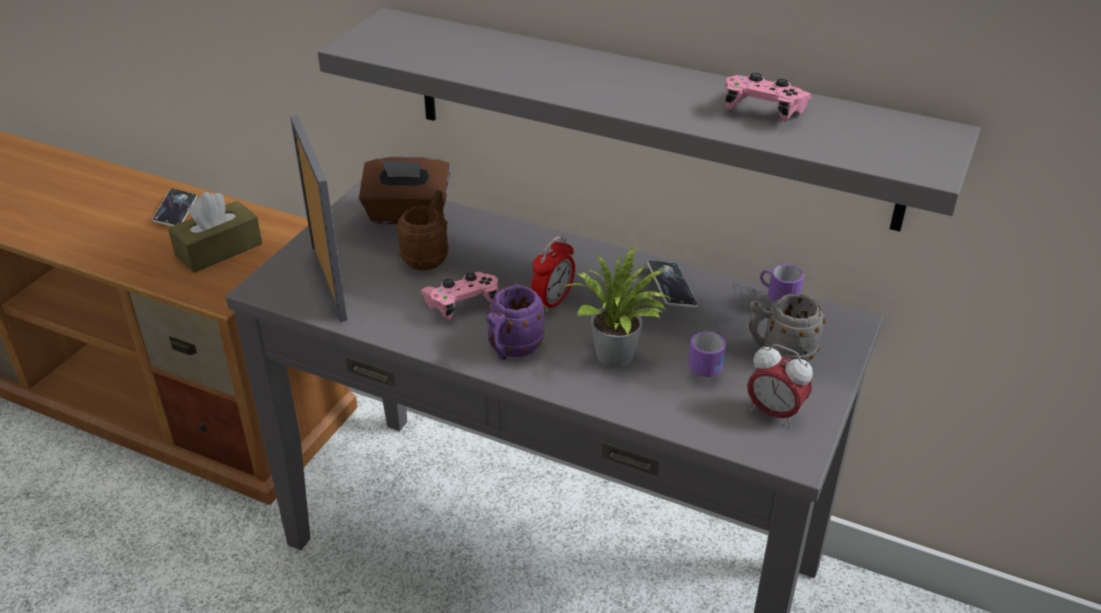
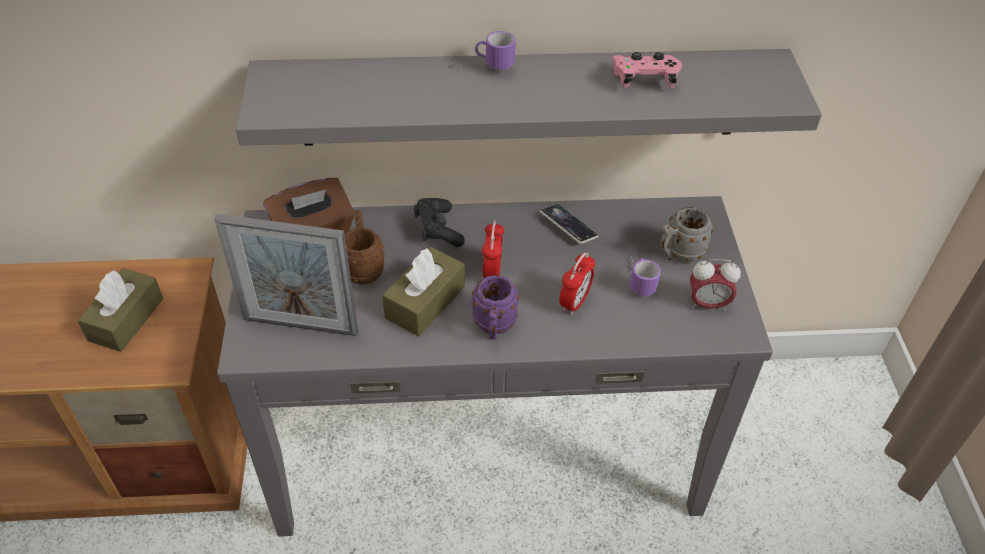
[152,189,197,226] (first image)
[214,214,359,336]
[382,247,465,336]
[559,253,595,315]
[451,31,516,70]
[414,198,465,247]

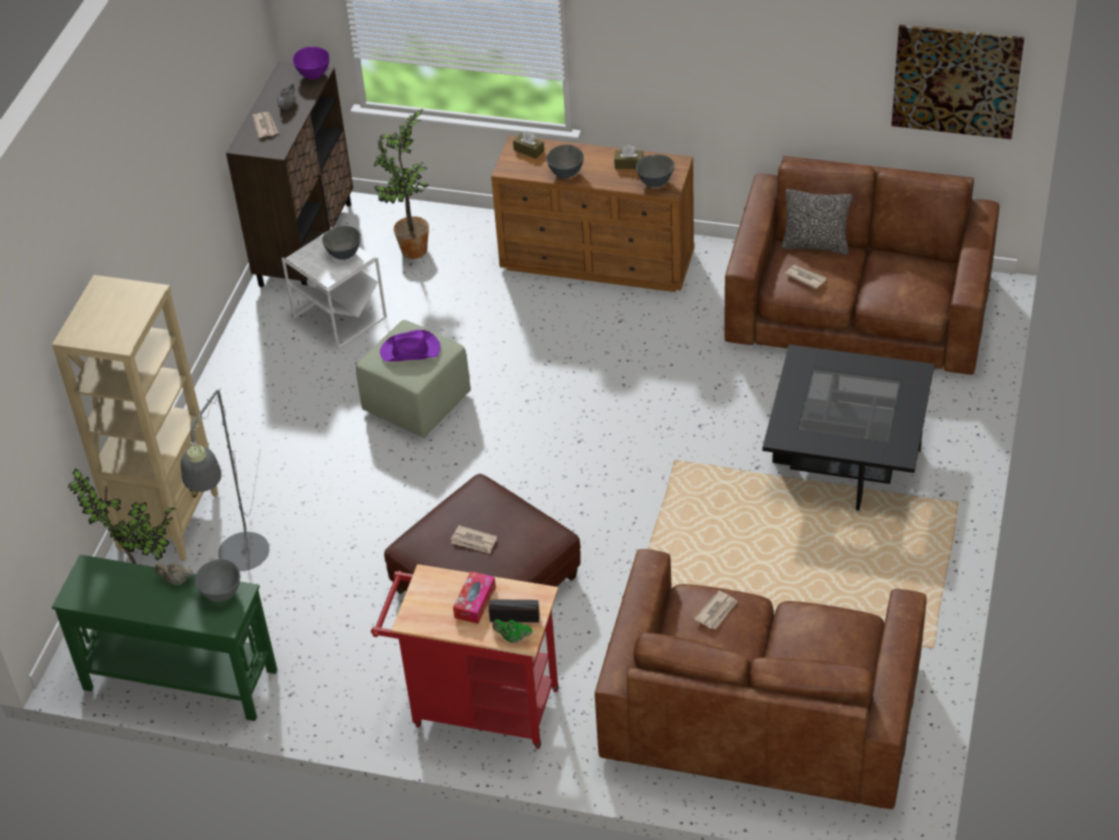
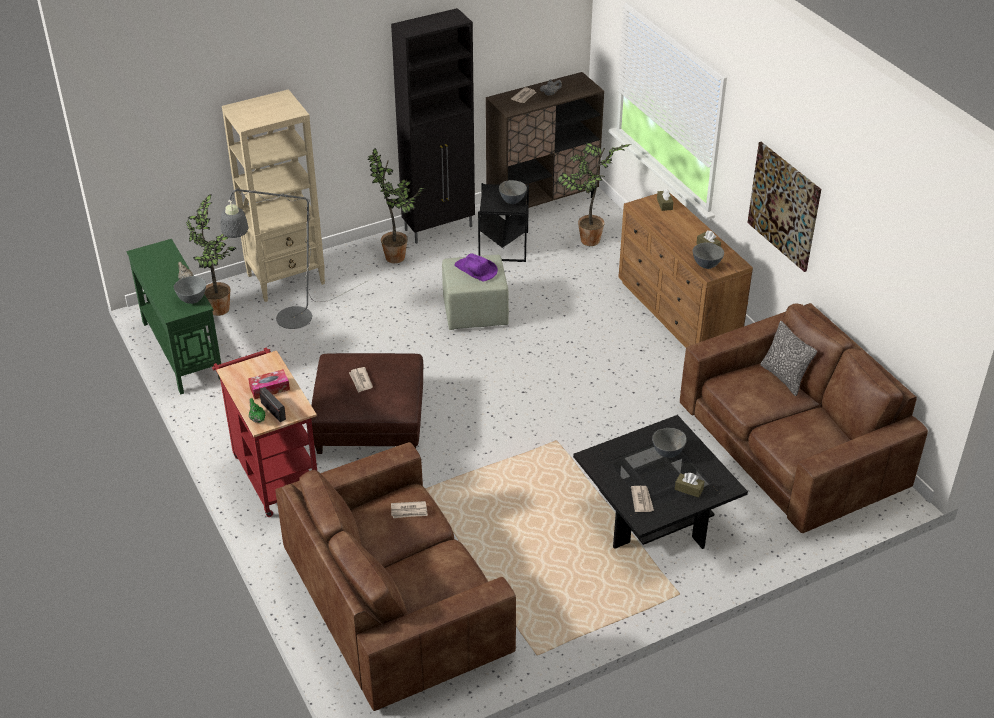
[478,183,529,262]
[293,47,329,79] (first image)
[652,428,687,458]
[631,486,654,512]
[747,142,821,272]
[367,148,425,263]
[391,8,475,244]
[675,473,705,498]

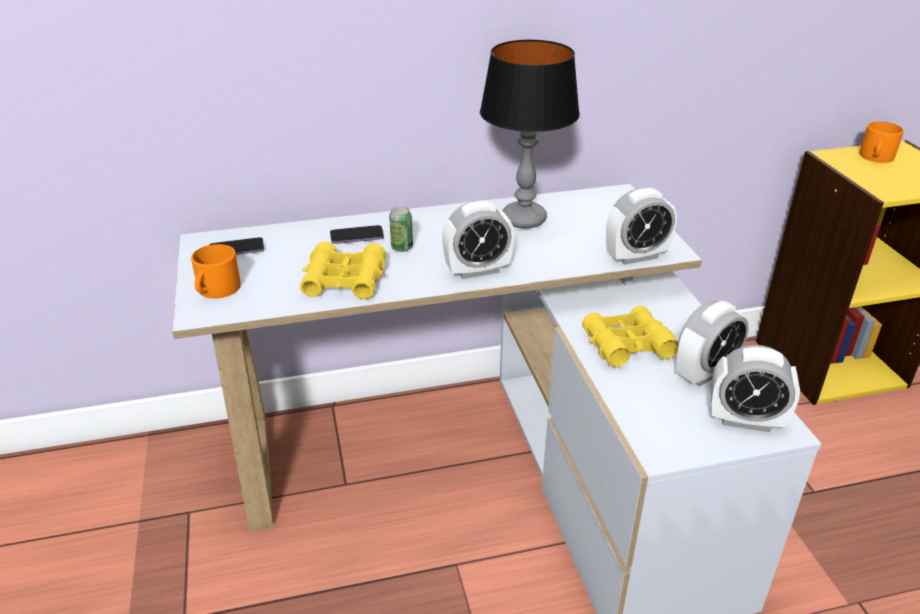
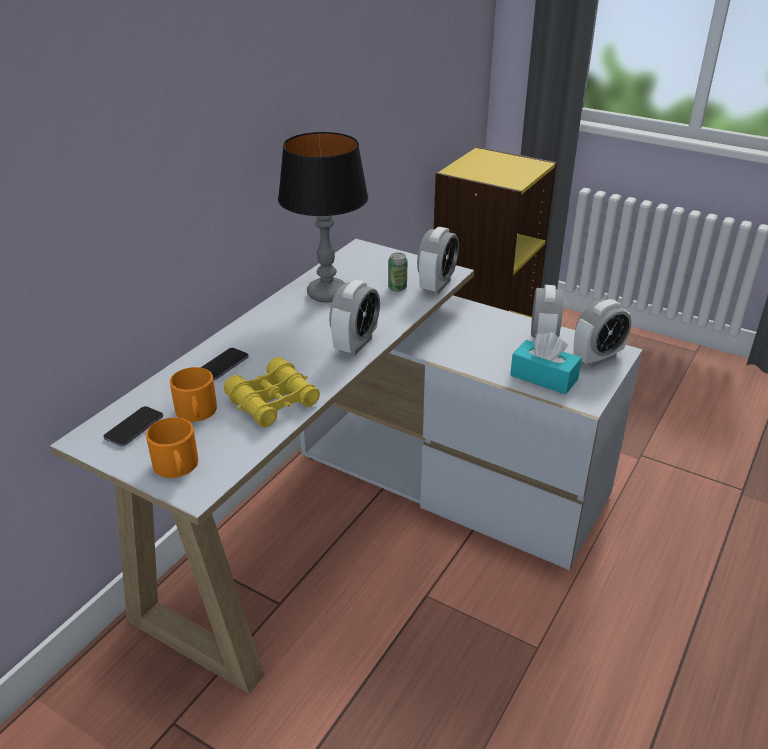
[388,253,407,292]
[582,306,678,367] (first image)
[170,367,217,422]
[510,332,582,395]

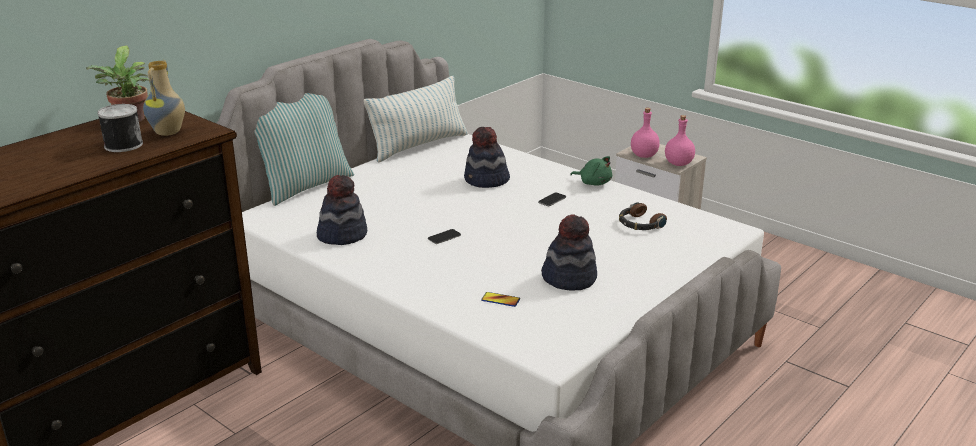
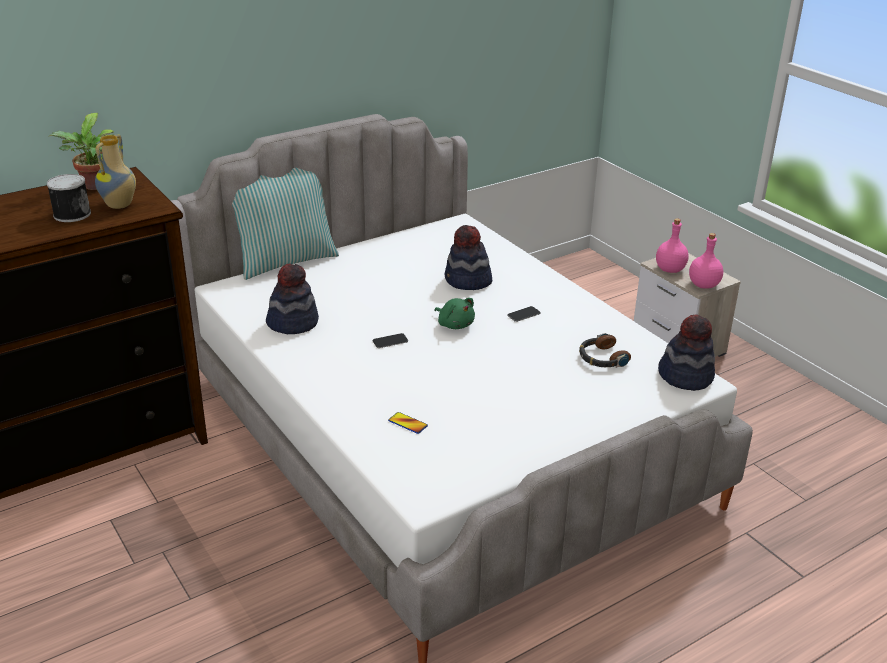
[364,76,468,163] (first image)
[658,314,715,391]
[434,298,475,329]

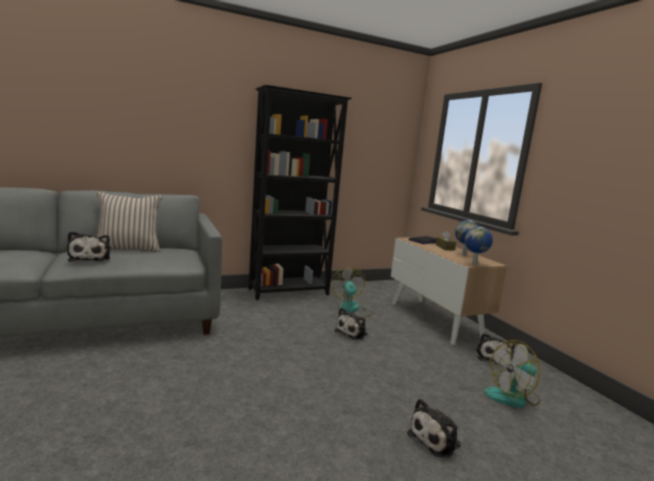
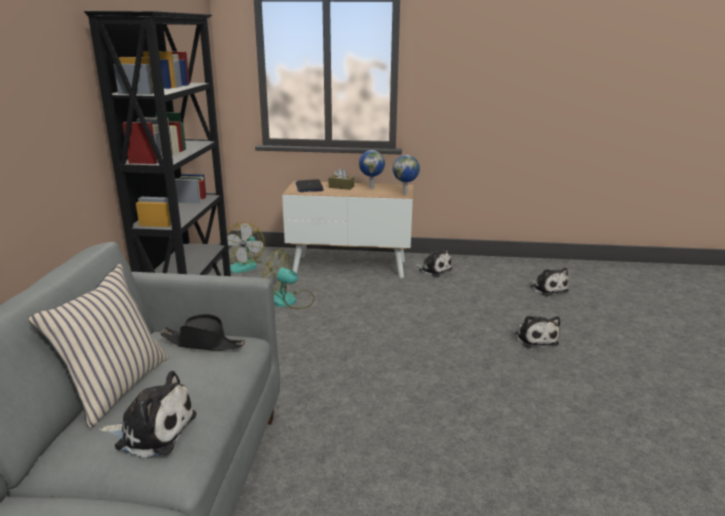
[530,268,569,296]
[227,222,265,273]
[160,314,245,351]

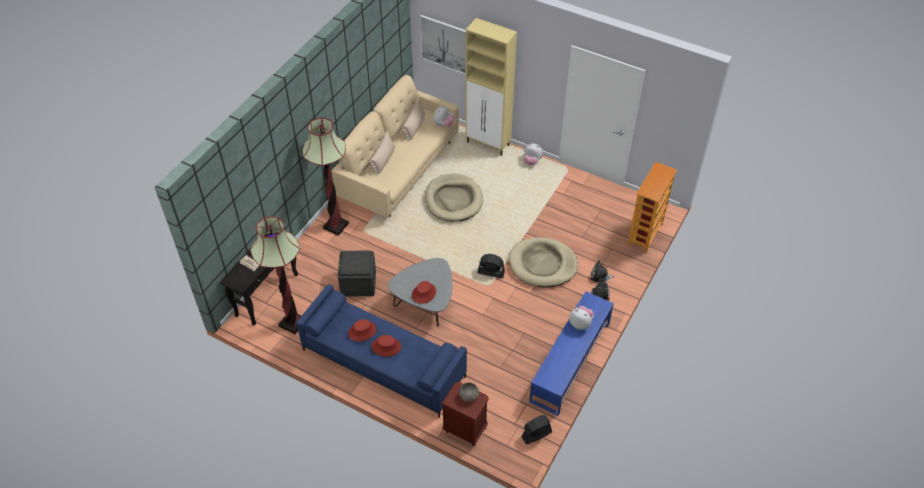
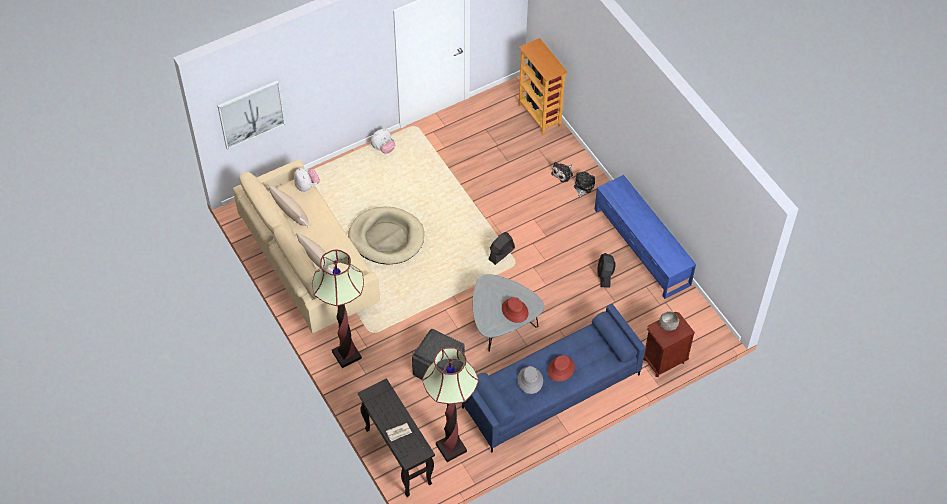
[517,366,543,394]
[465,18,517,156] (first image)
[509,237,578,287] (first image)
[597,253,615,288]
[569,306,594,330] (first image)

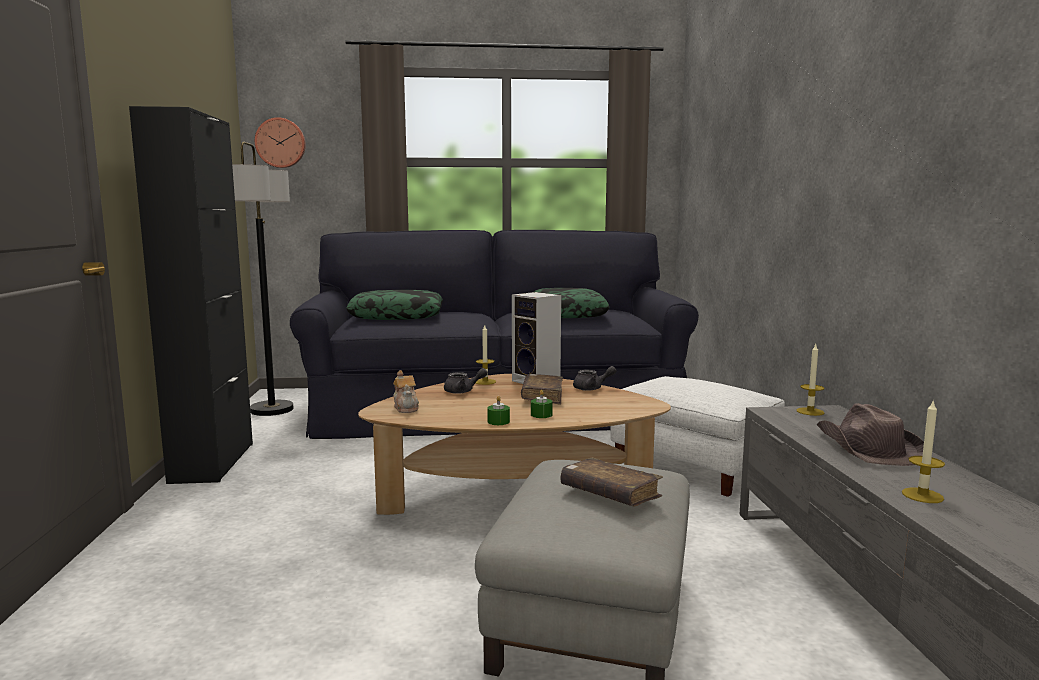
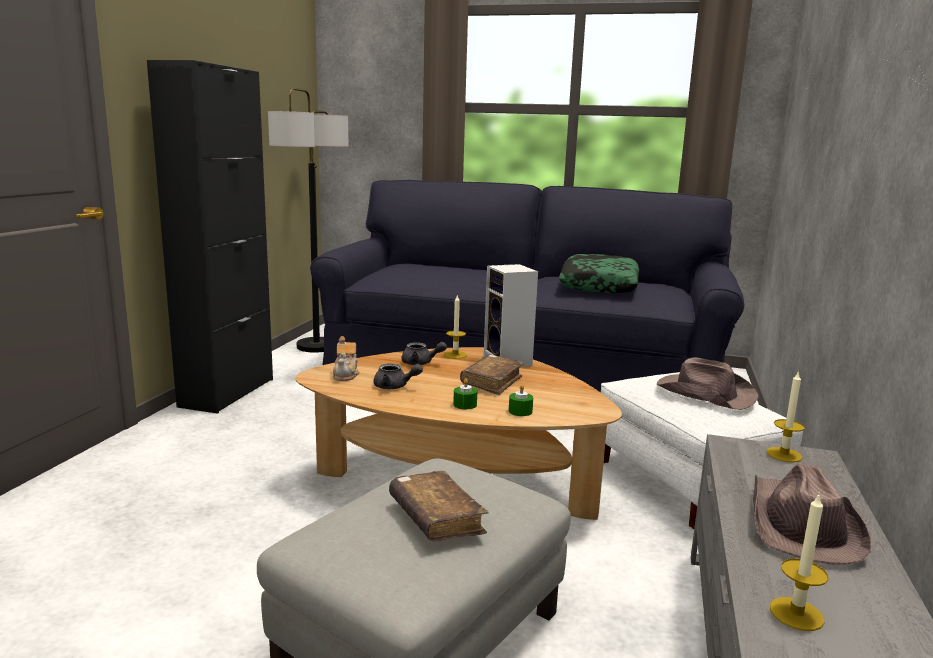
[255,117,306,168] (first image)
[346,290,443,320] (first image)
[509,384,533,416]
[373,363,423,389]
[657,357,758,410]

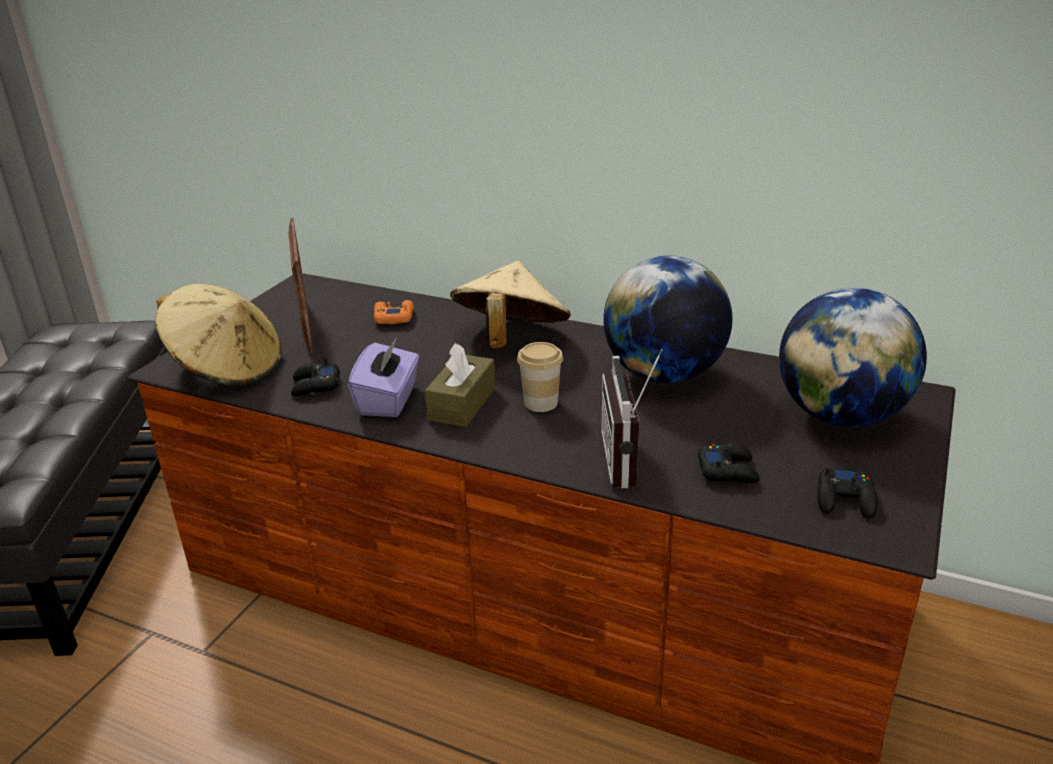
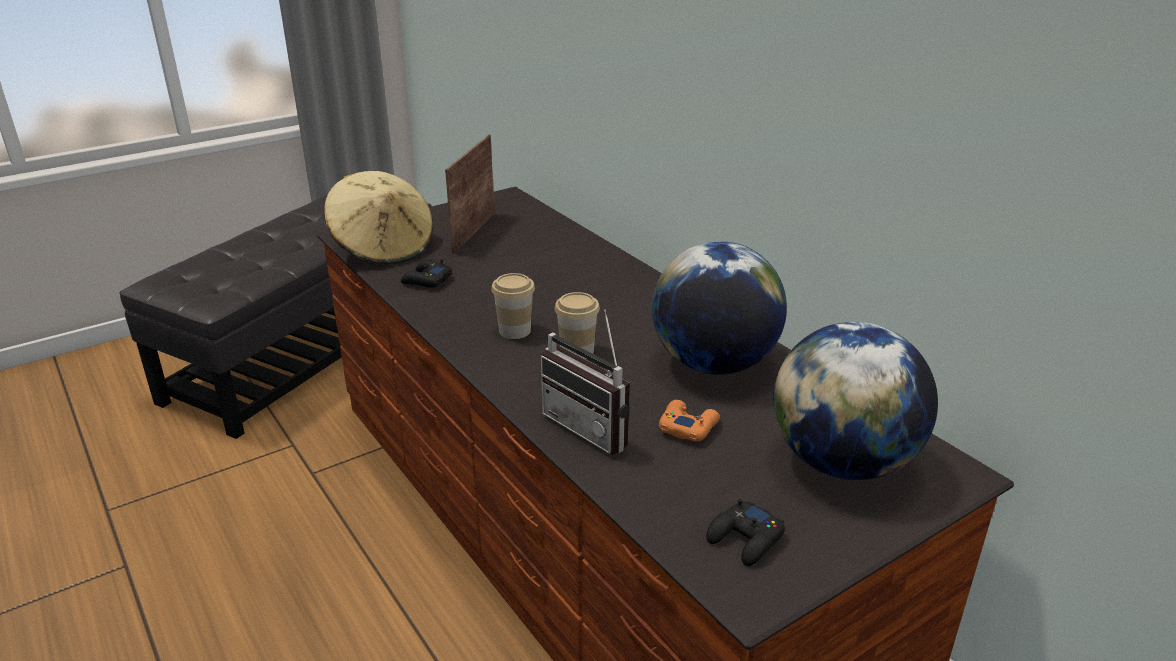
[348,338,419,417] (first image)
[659,400,720,442]
[491,273,535,339]
[450,261,571,349] (first image)
[540,310,630,455]
[697,442,760,483] (first image)

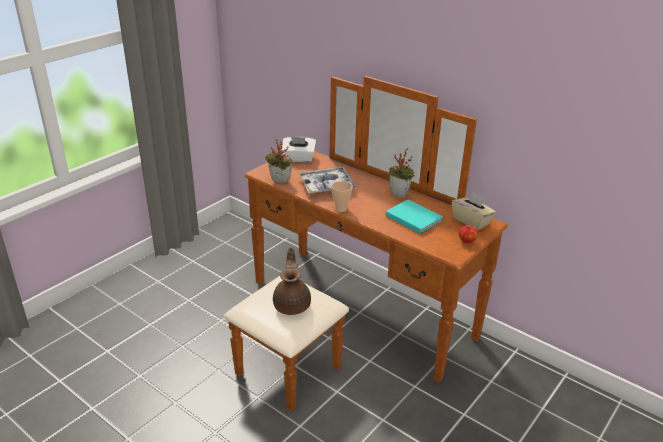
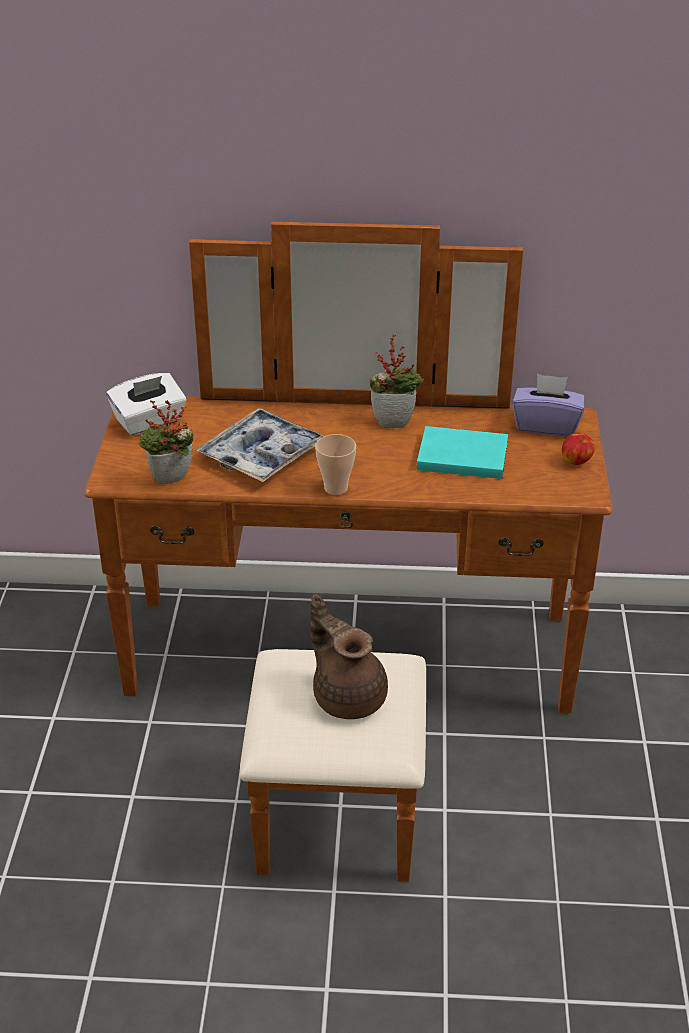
[512,374,585,436]

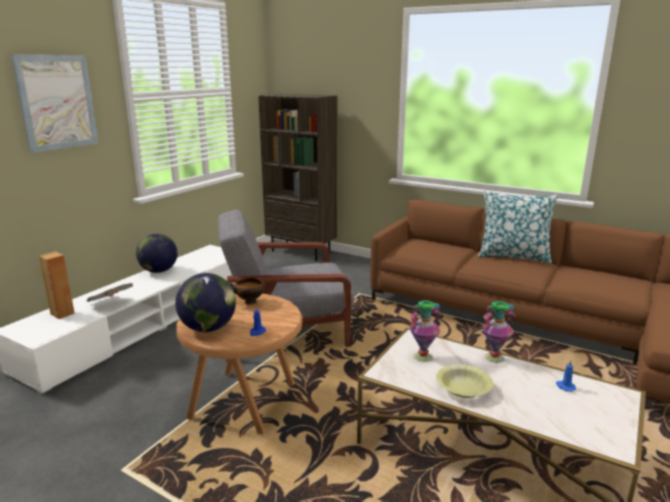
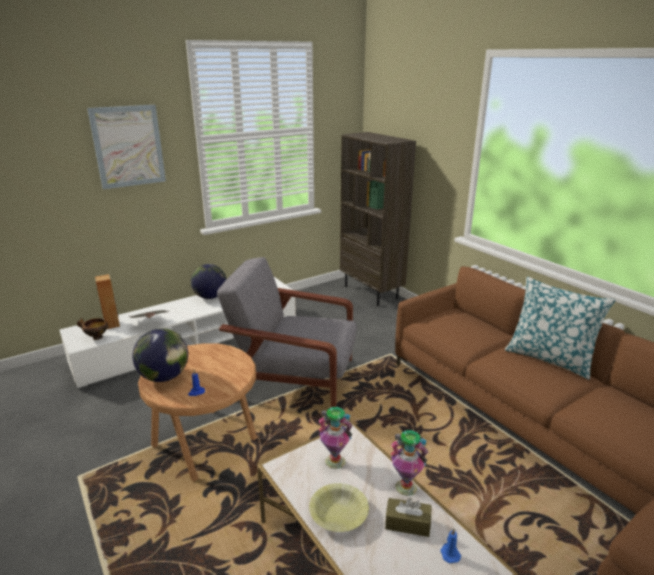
[77,318,109,340]
[385,498,431,537]

